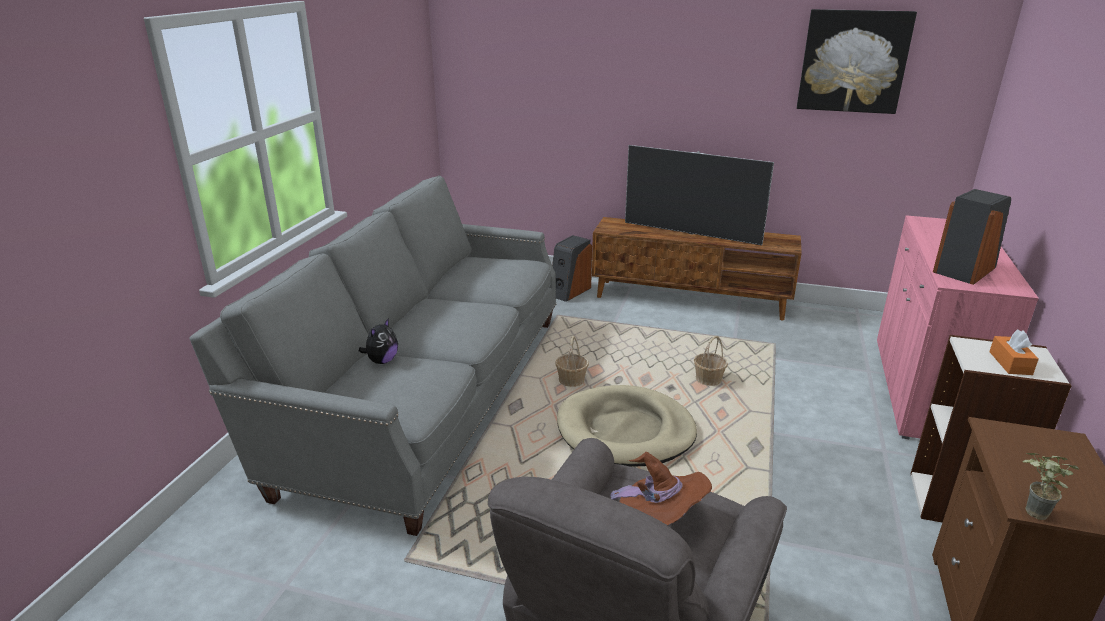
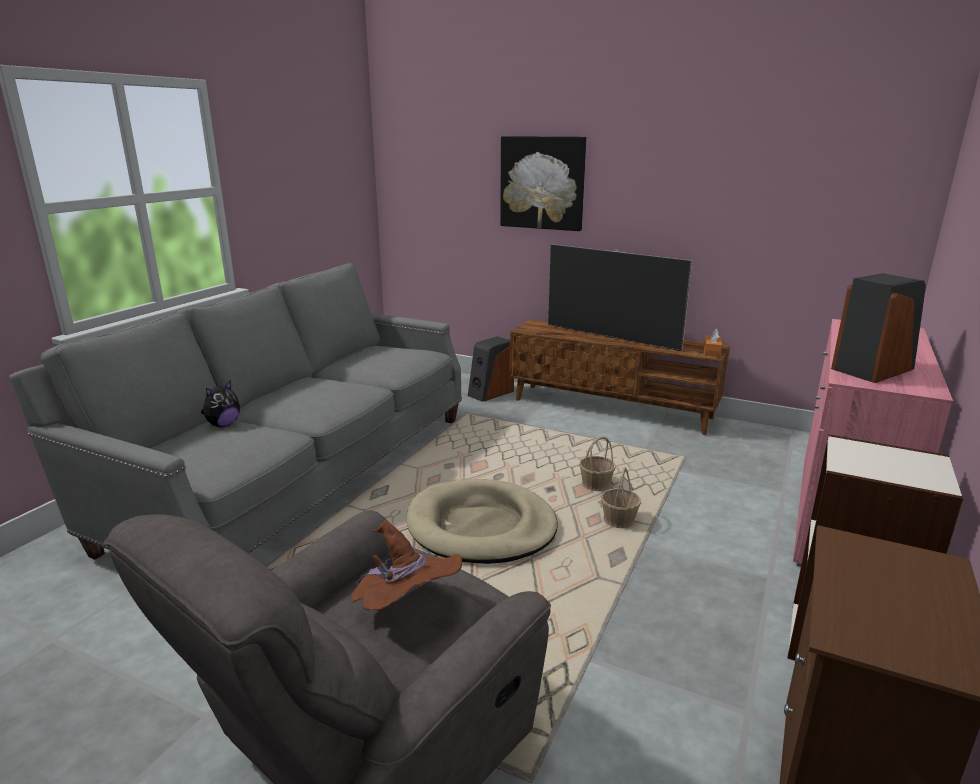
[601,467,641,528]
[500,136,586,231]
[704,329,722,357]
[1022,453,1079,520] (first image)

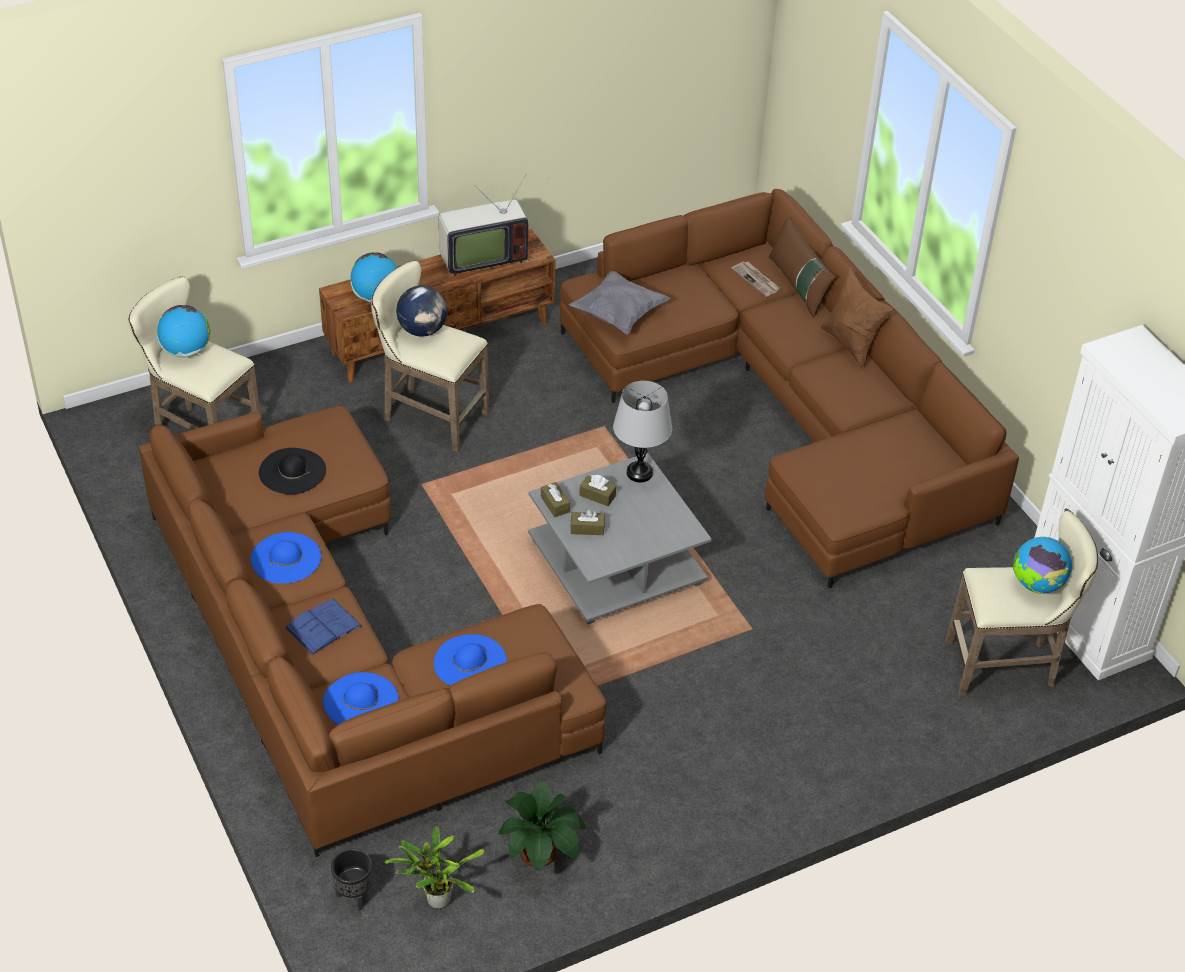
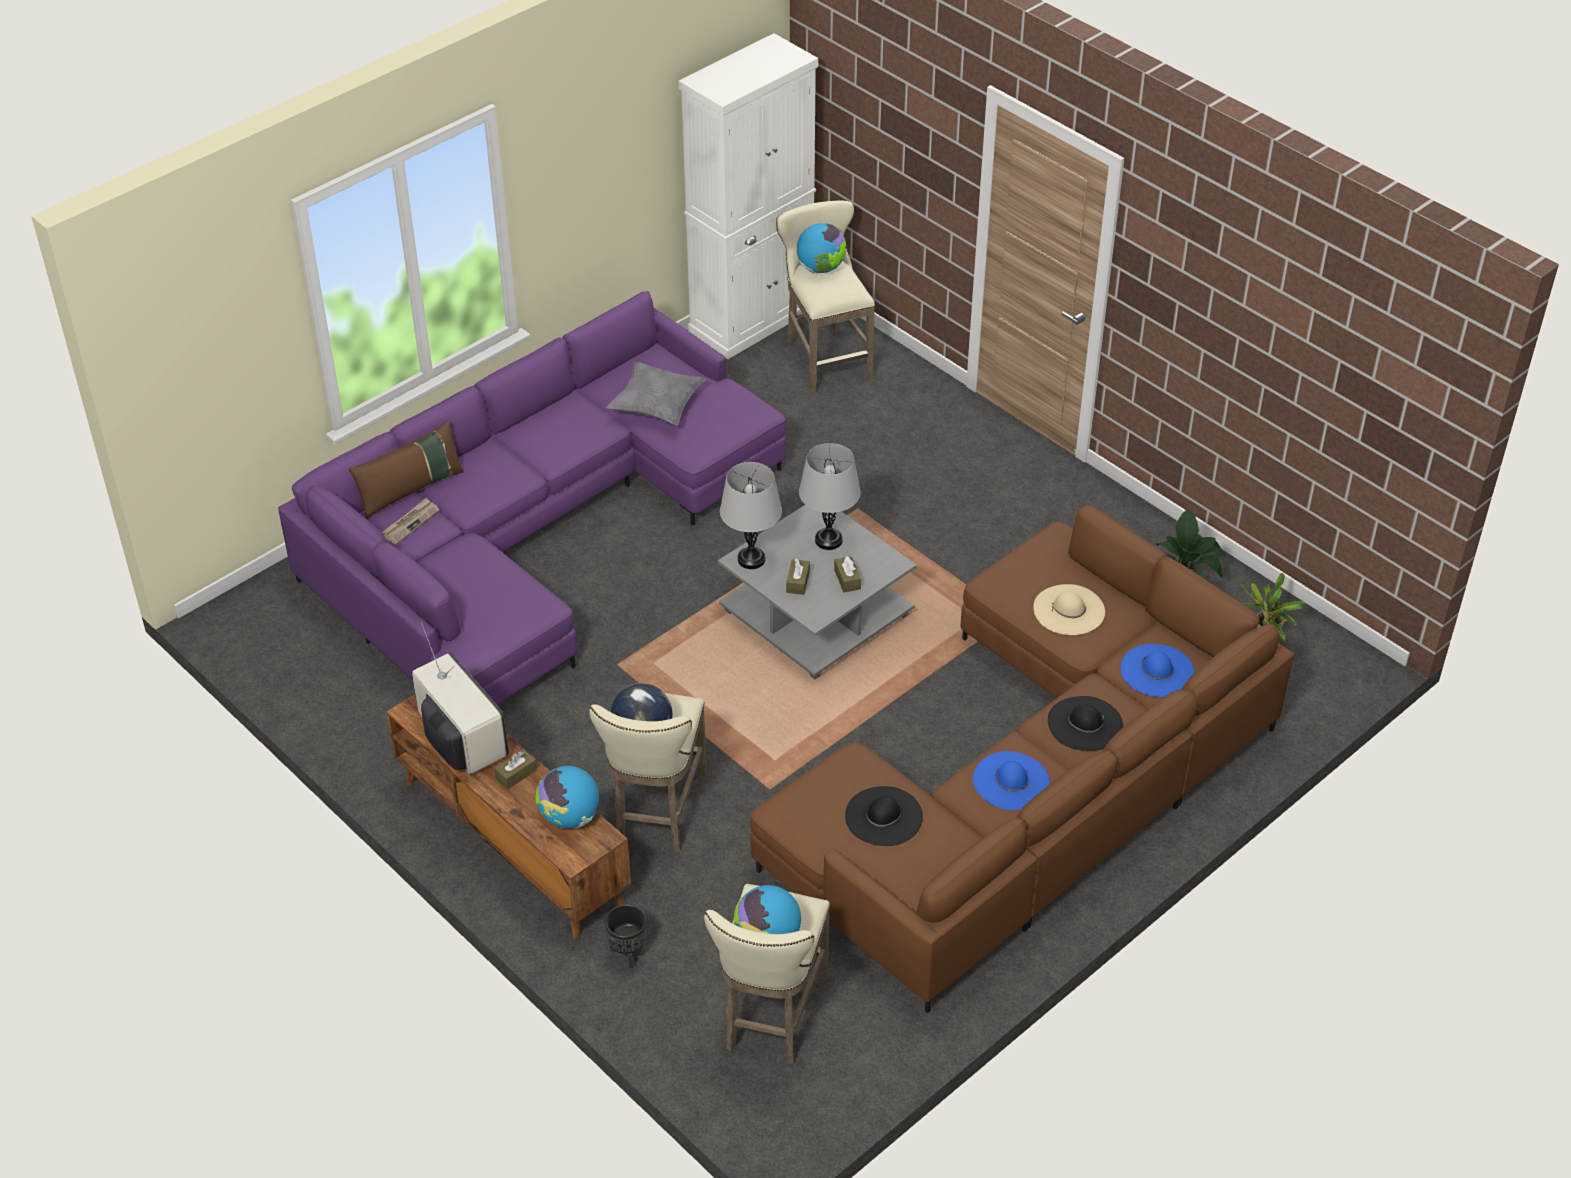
[1048,696,1123,751]
[605,904,646,969]
[1033,584,1105,635]
[494,749,537,789]
[278,291,786,705]
[606,361,706,425]
[821,268,893,370] (first image)
[799,443,861,550]

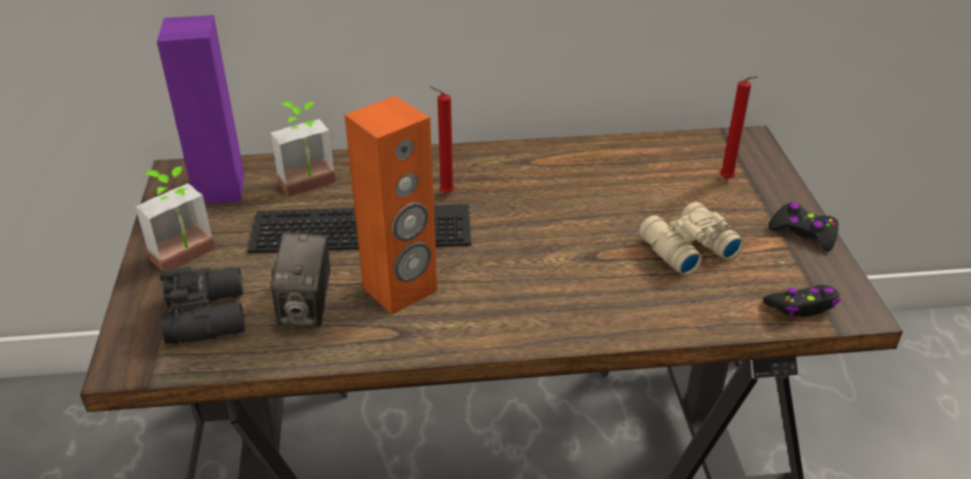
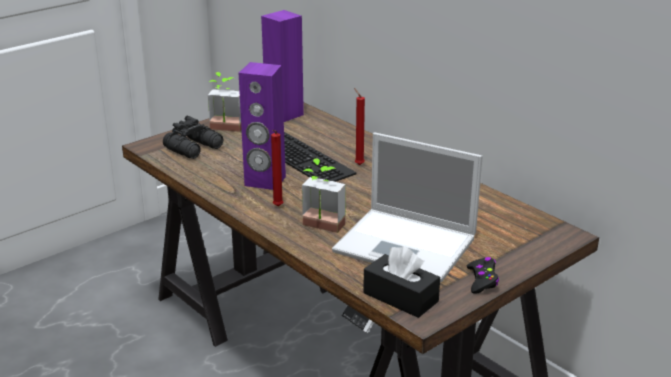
[302,158,346,233]
[270,233,330,327] (first image)
[239,62,286,190]
[332,132,483,282]
[271,130,283,206]
[363,246,440,318]

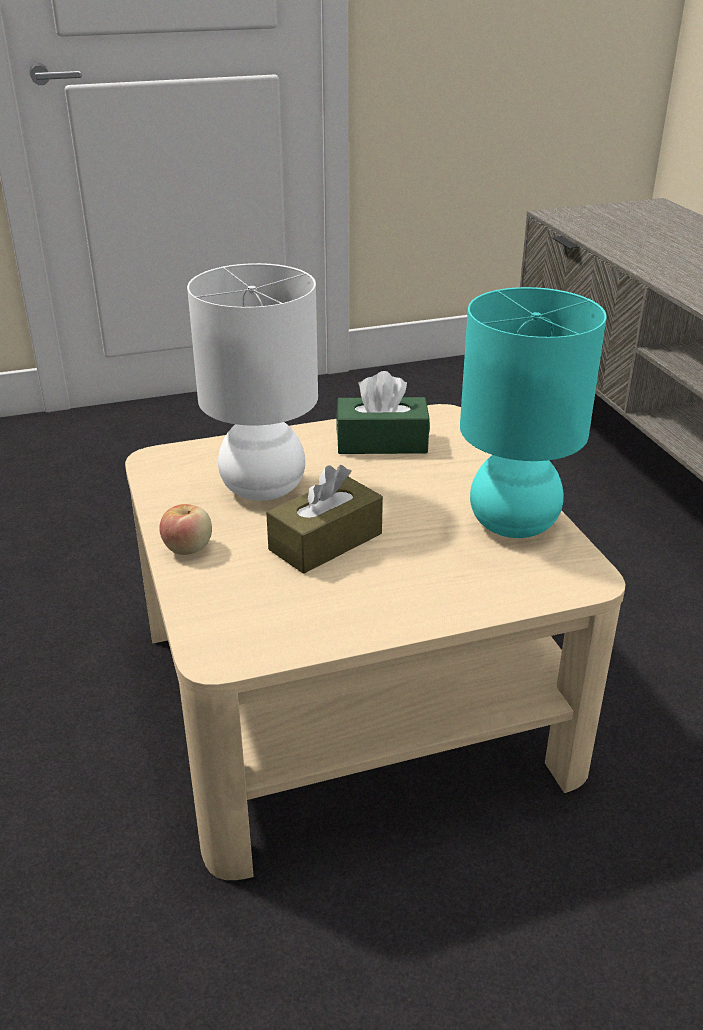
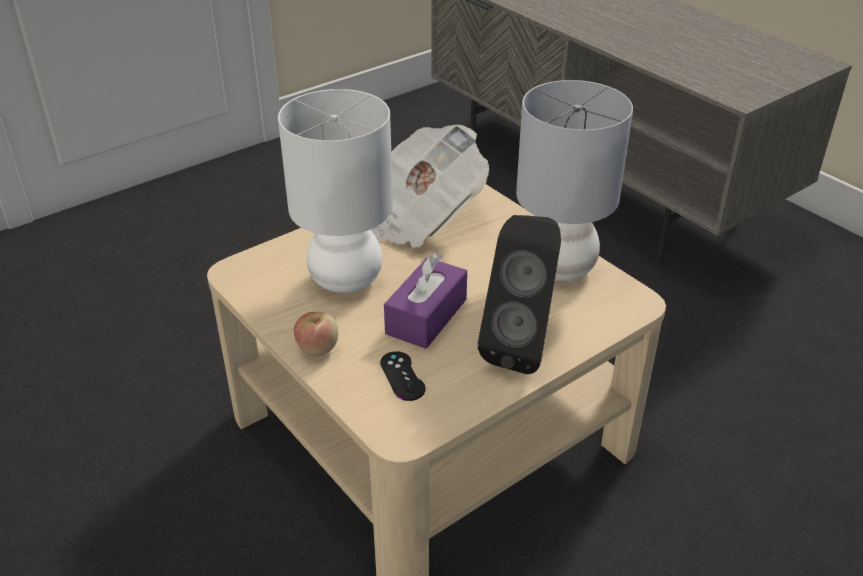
[384,253,467,349]
[370,125,489,248]
[516,80,633,281]
[380,351,426,401]
[478,215,561,374]

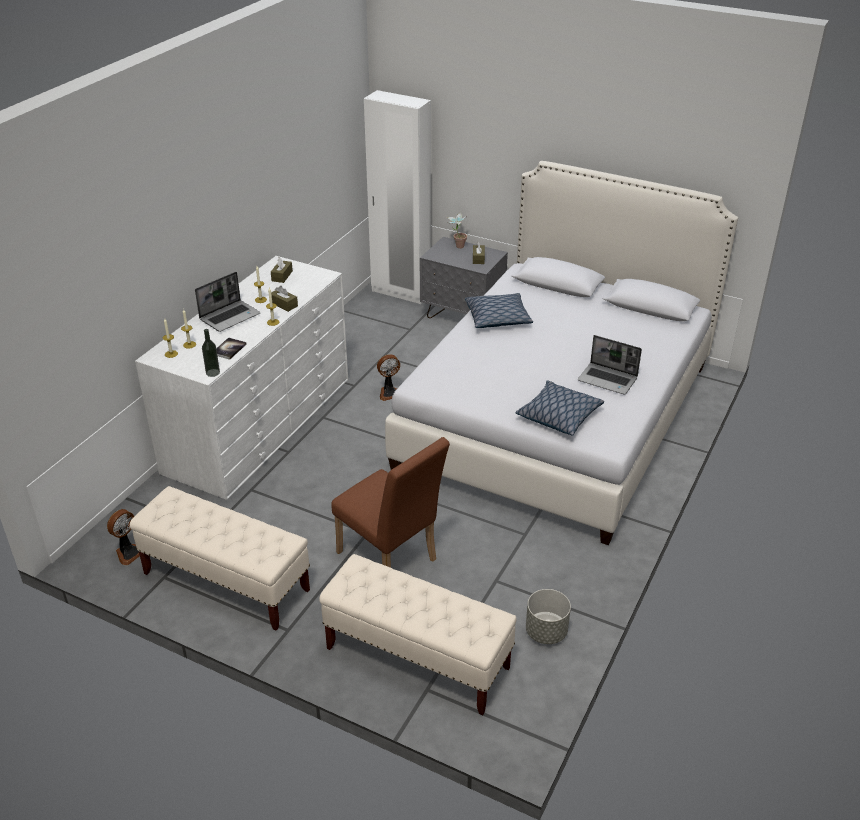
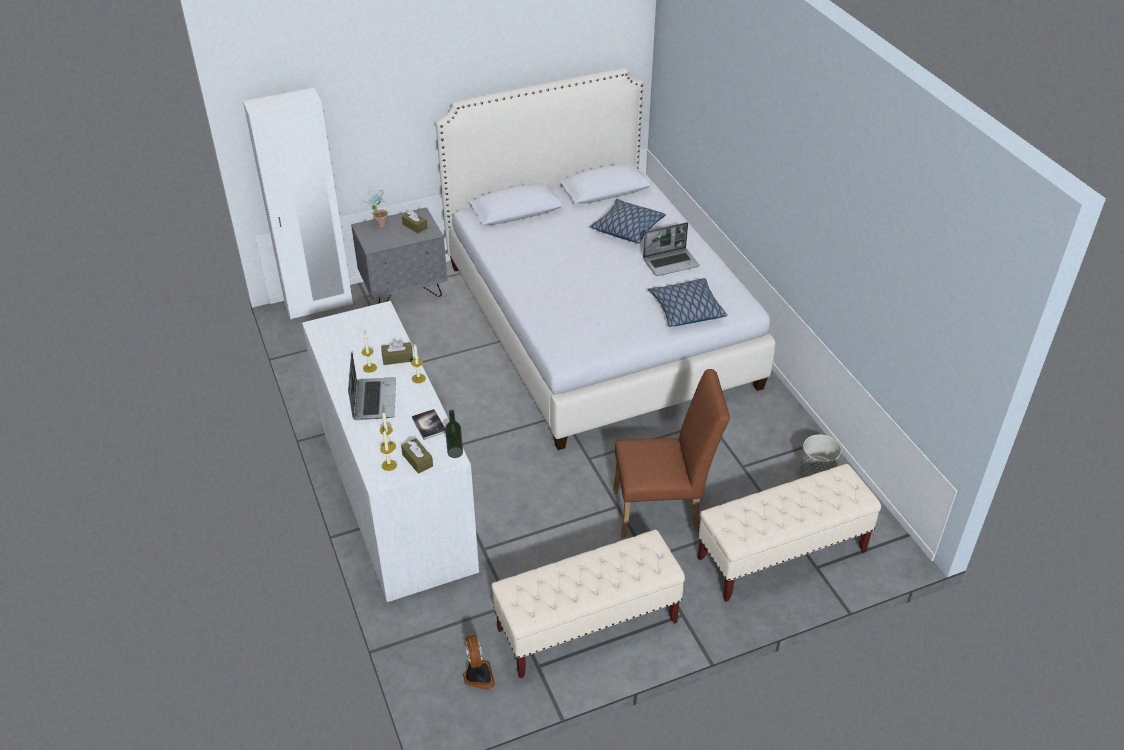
[401,438,433,474]
[377,354,400,401] (first image)
[590,199,666,243]

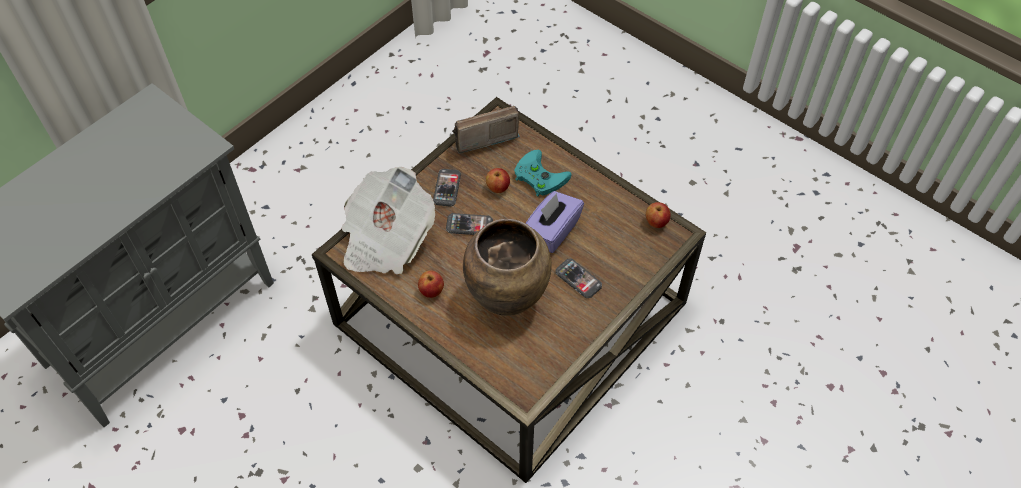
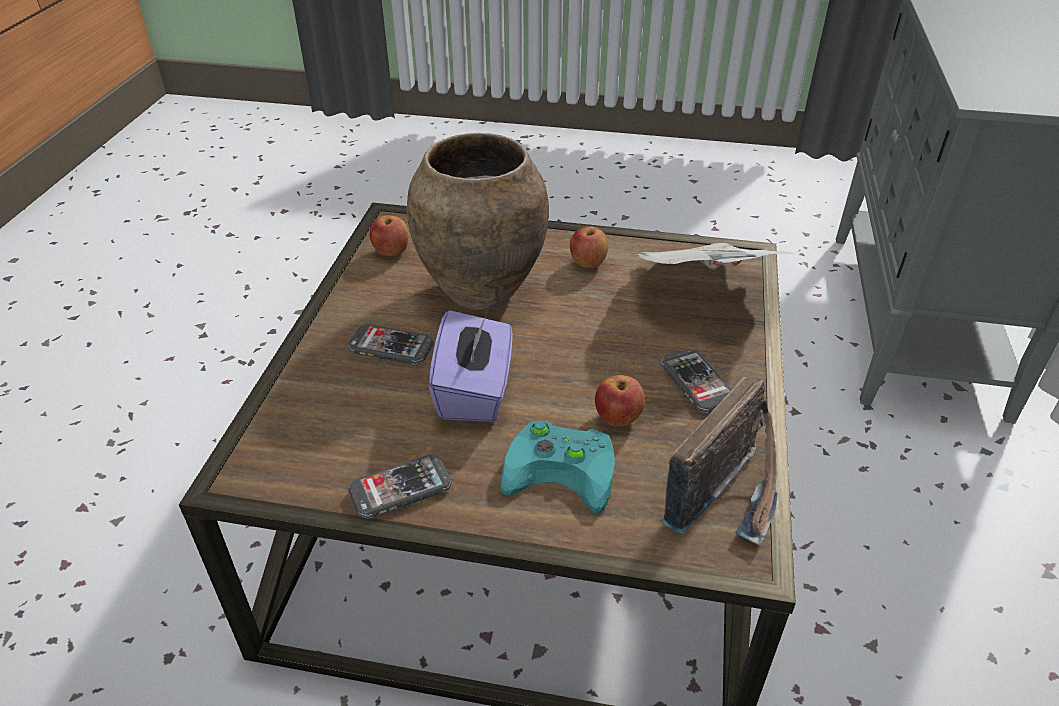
[348,454,452,519]
[370,215,409,256]

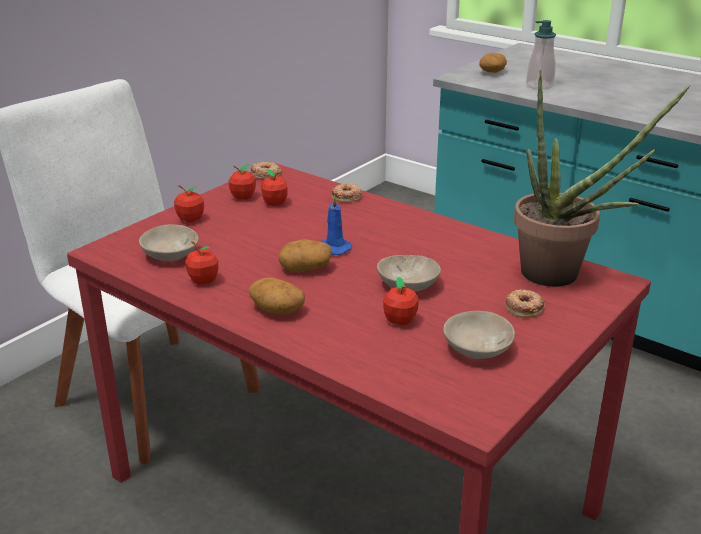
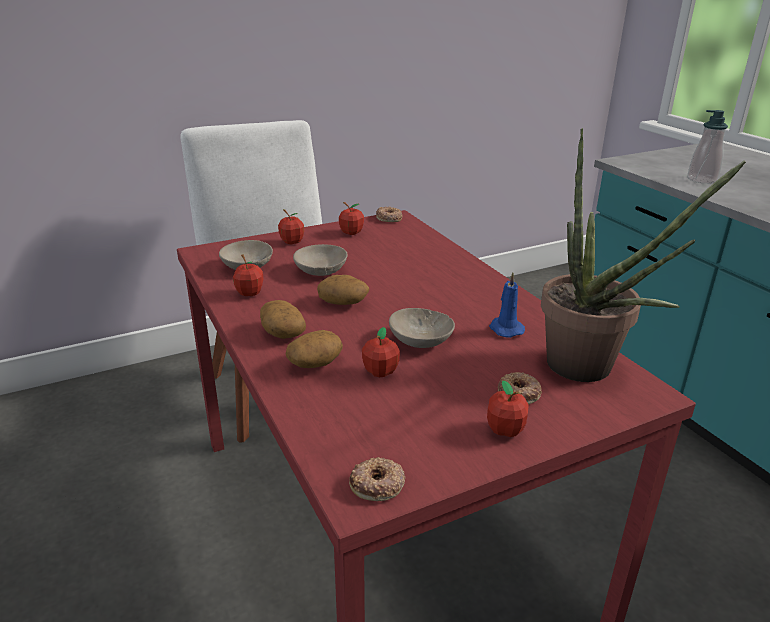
[487,380,529,437]
[489,272,525,338]
[349,457,406,501]
[293,244,348,276]
[286,330,343,368]

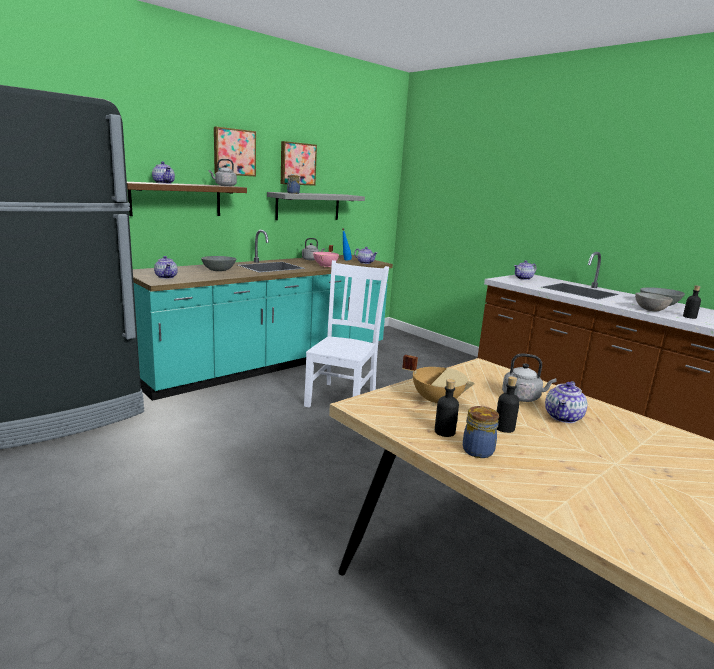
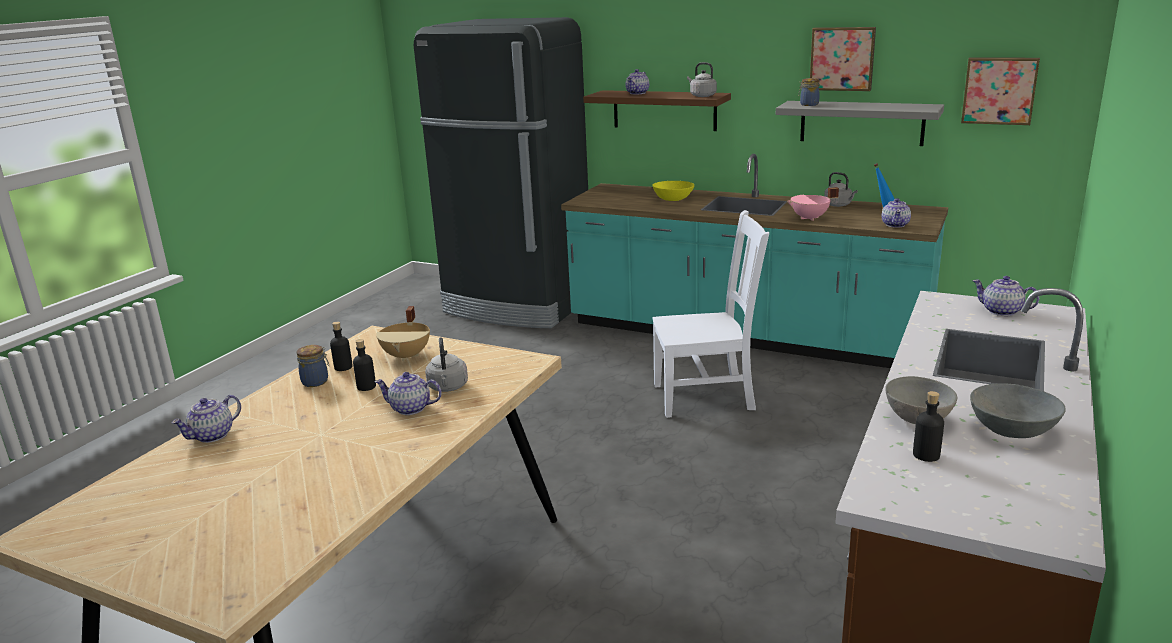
[171,395,241,443]
[652,181,694,201]
[961,57,1040,125]

